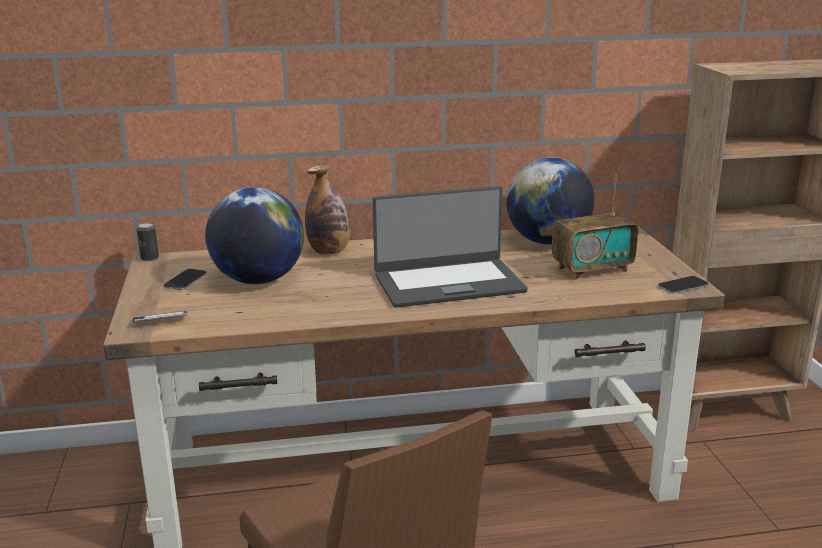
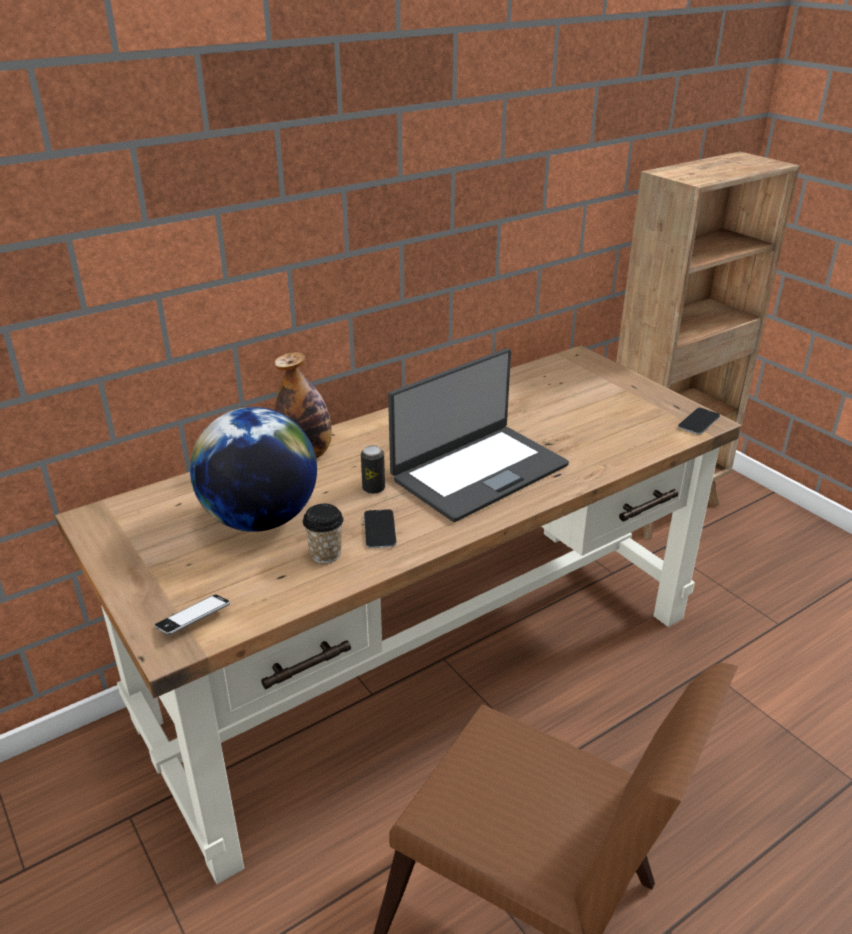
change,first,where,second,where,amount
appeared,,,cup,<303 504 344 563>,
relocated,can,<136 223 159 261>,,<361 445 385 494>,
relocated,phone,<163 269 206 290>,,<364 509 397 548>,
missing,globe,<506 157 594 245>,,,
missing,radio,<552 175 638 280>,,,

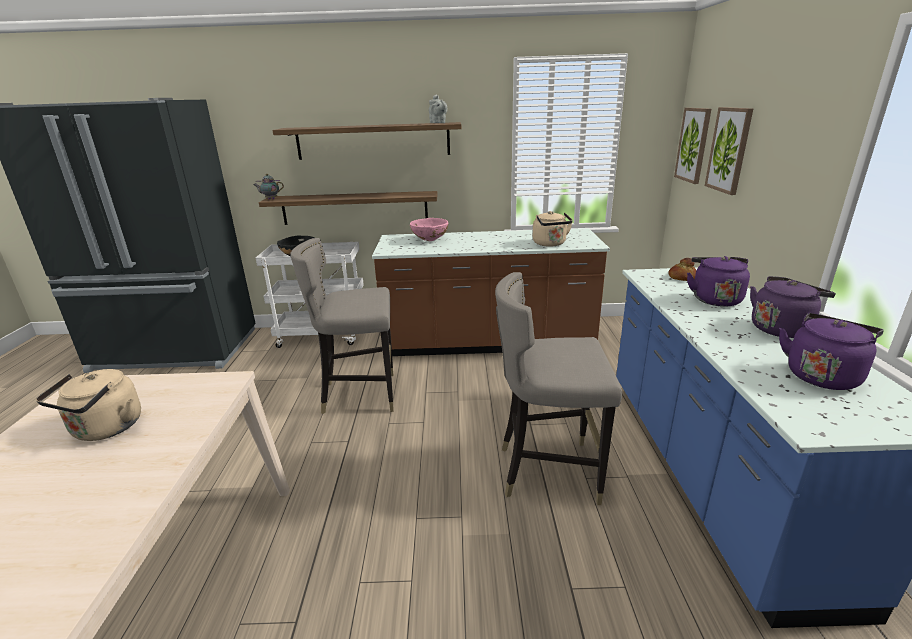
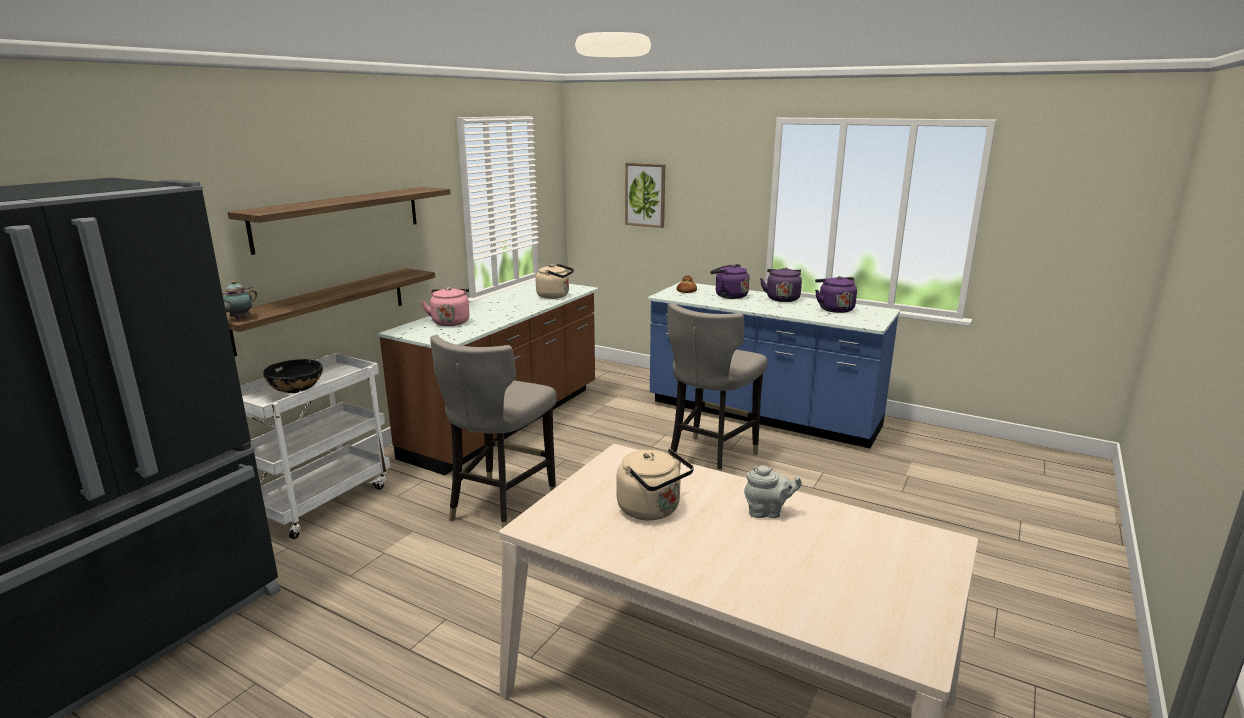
change,first,where,second,where,amount
exchanged,bowl (pink),<410 218 448 241>,kettle (pink),<421 287 470 326>,
relocated,teapot (grey),<429 95 448 123>,,<744 465 802 518>,
missing,picture,<674 108 711 184>,,,

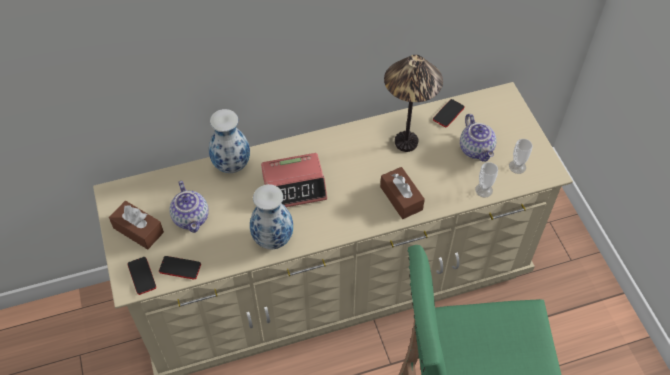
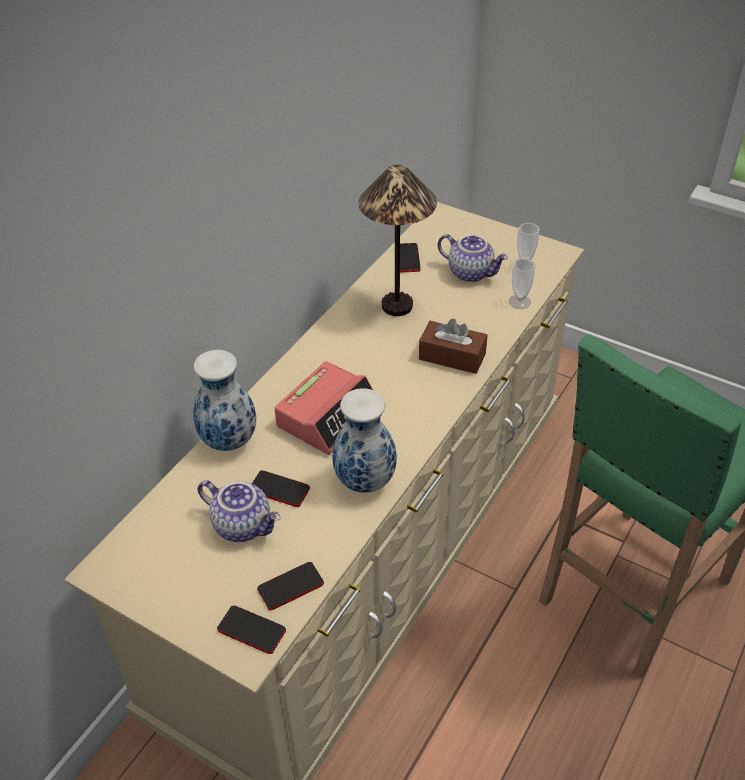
change,first,where,second,where,amount
appeared,,,phone,<252 470 310 507>,
missing,tissue box (brown),<109 201 164 250>,,,

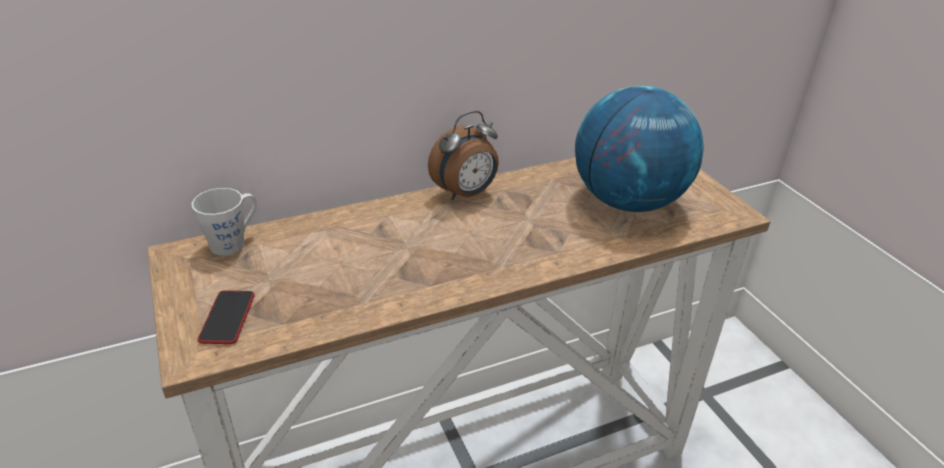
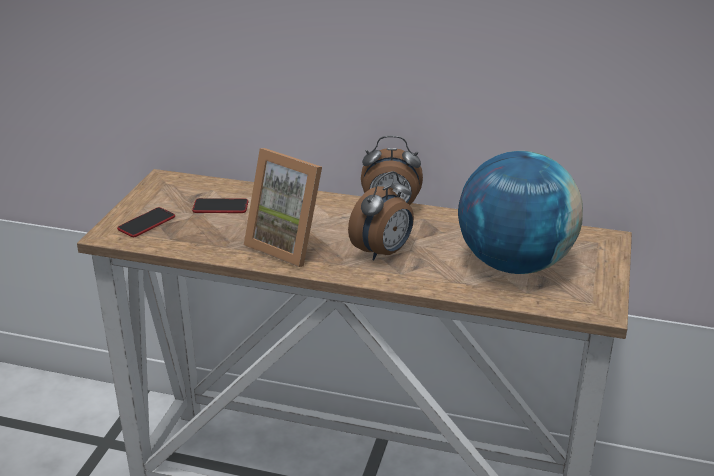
change,first,where,second,where,amount
appeared,,,phone,<192 198 248 213>,
appeared,,,picture frame,<244 148 322 267>,
appeared,,,alarm clock,<348 171 414 261>,
missing,mug (grey),<192 188 257 256>,,,

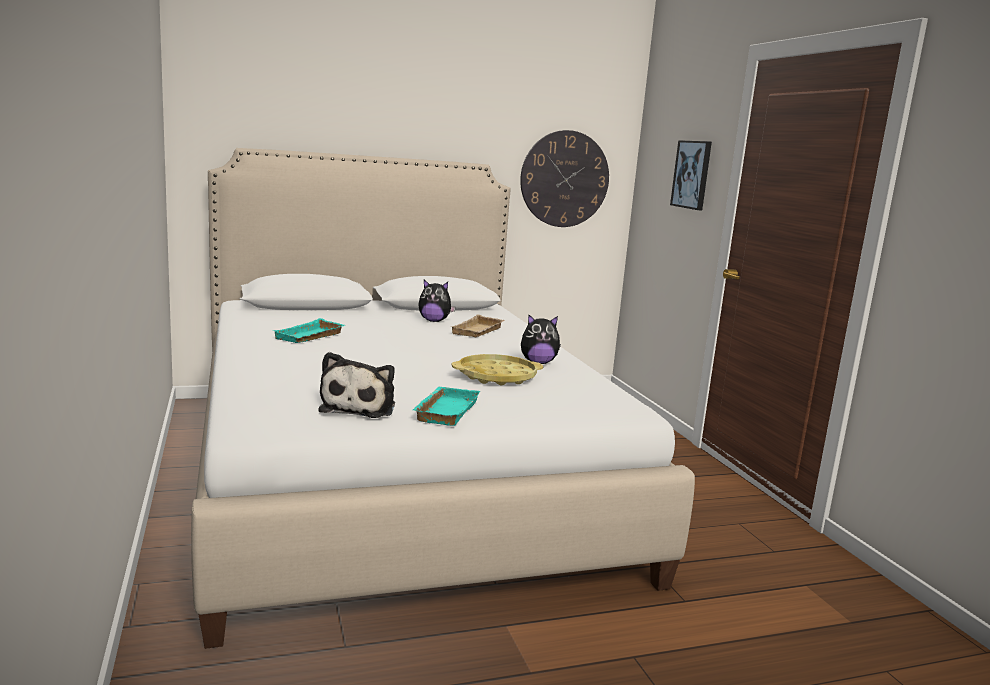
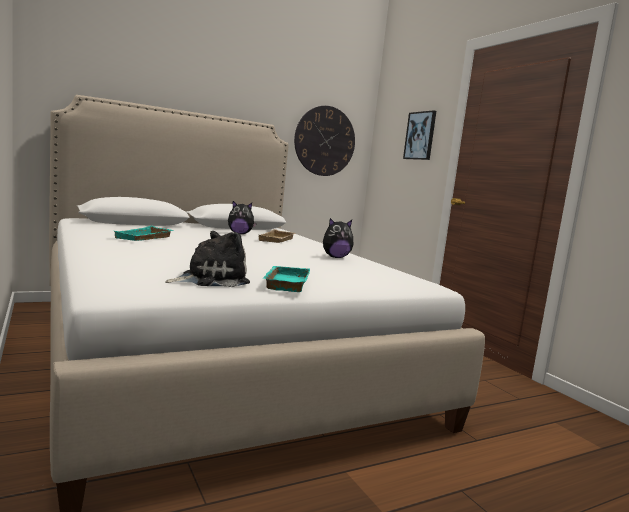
change,first,where,second,where,amount
spun,plush toy,<318 352 395 418>,,<165 231 250 287>,120 degrees counterclockwise
missing,tray (yellow),<451 354 543 385>,,,

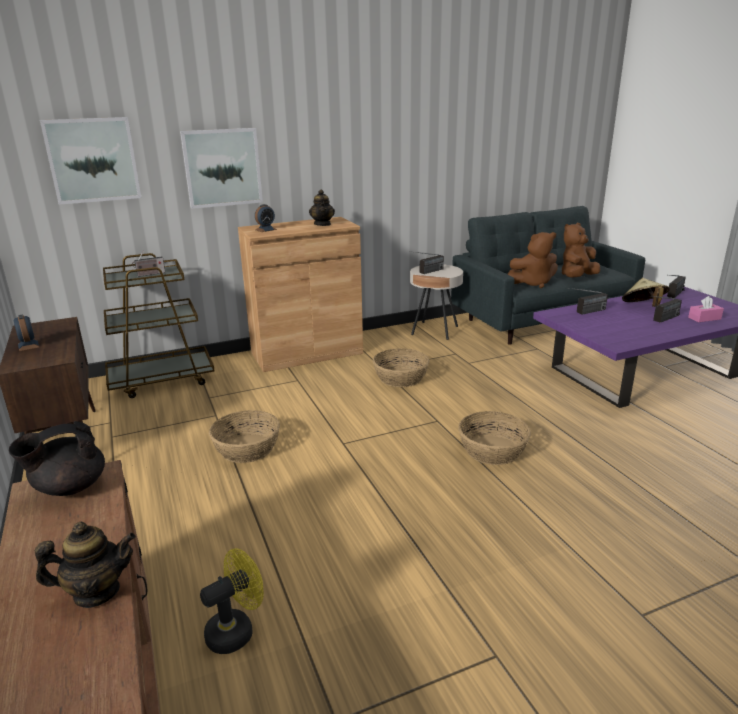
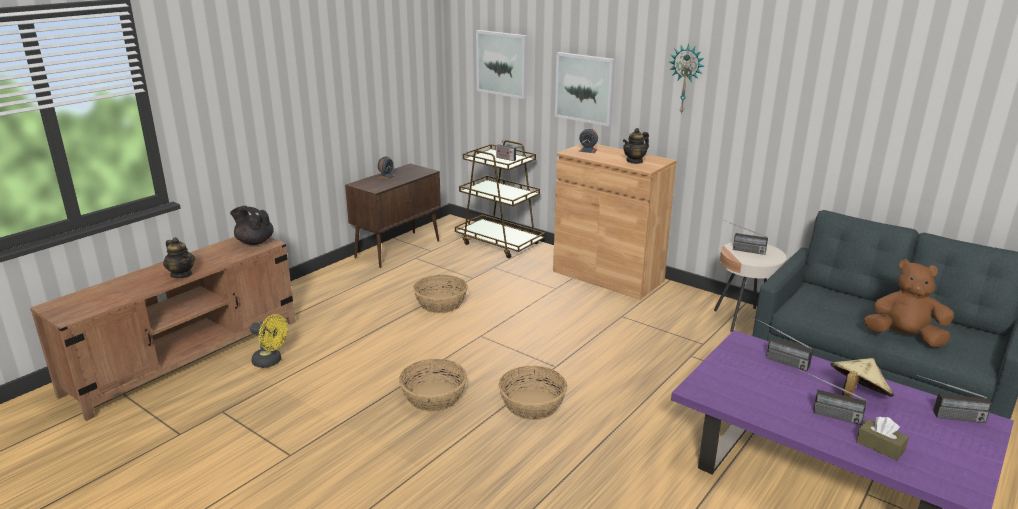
change,first,where,second,where,amount
relocated,basket,<373 348 429 387>,,<399 359 467 412>,
appeared,,,wall clock,<669 44 704 115>,
colour,tissue box (pink),<688 296 724 322>,tissue box (brown),<856 417 909 461>,
missing,plush toy (brown),<508 232 558 288>,,,

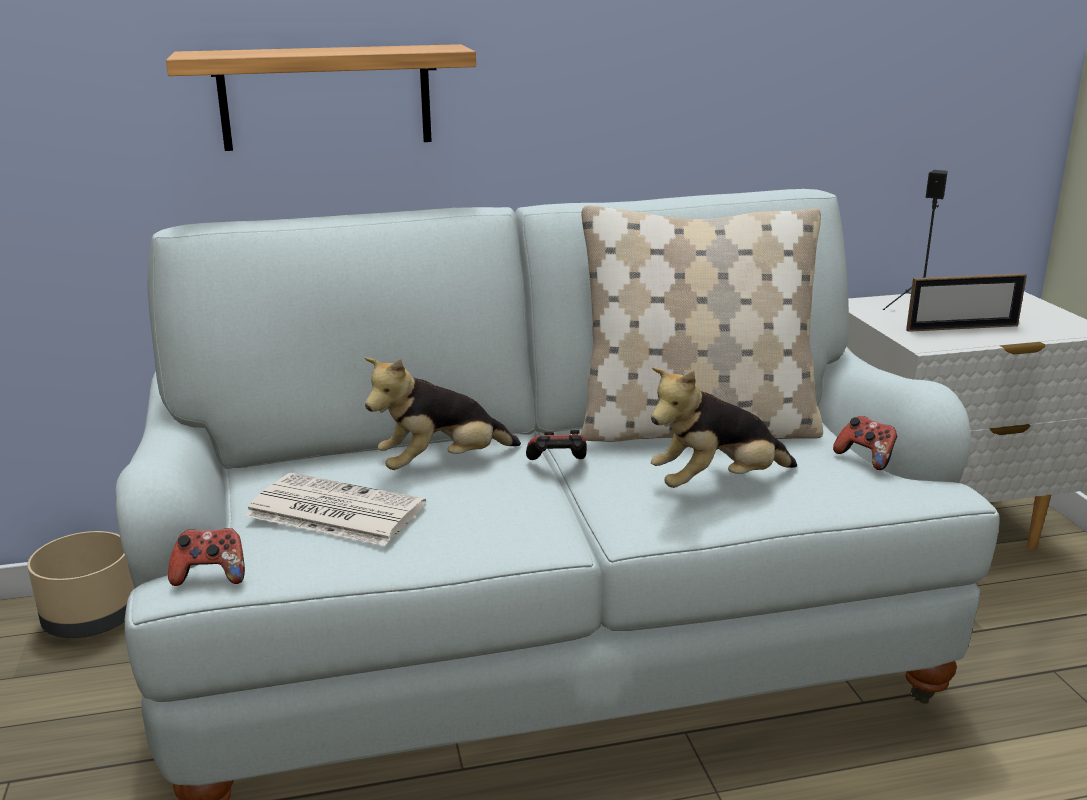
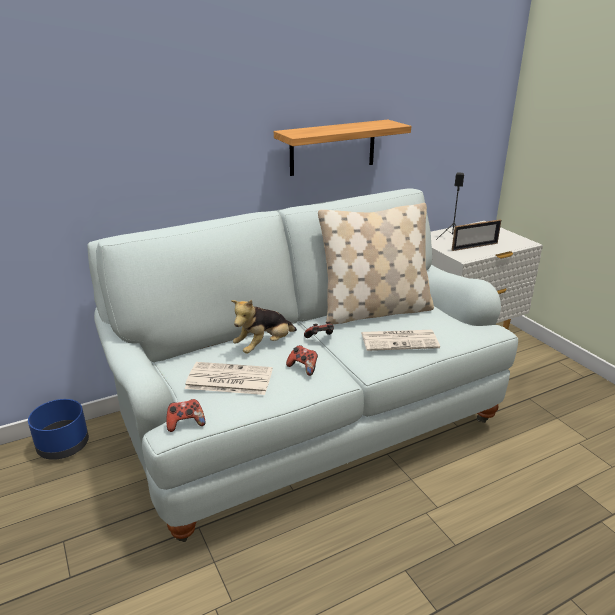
change,first,where,second,where,amount
colour,planter (beige),<27 531 134 638>,planter (blue),<28 399 89 460>,
relocated,shelf,<166 44 476 151>,,<274 120 411 176>,
relocated,game controller,<833 416 897 470>,,<286 345 318 376>,
exchanged,plush toy,<651 367 797 488>,newspaper,<361 330 440 351>,

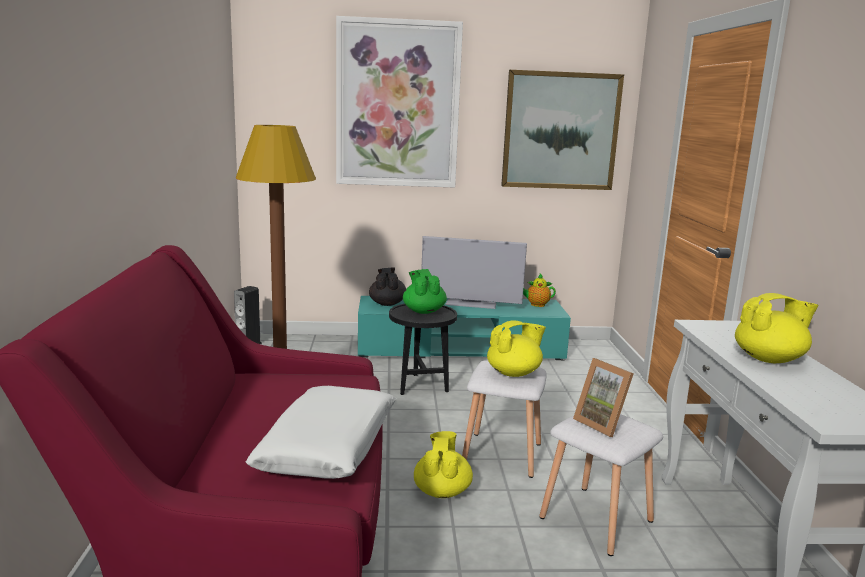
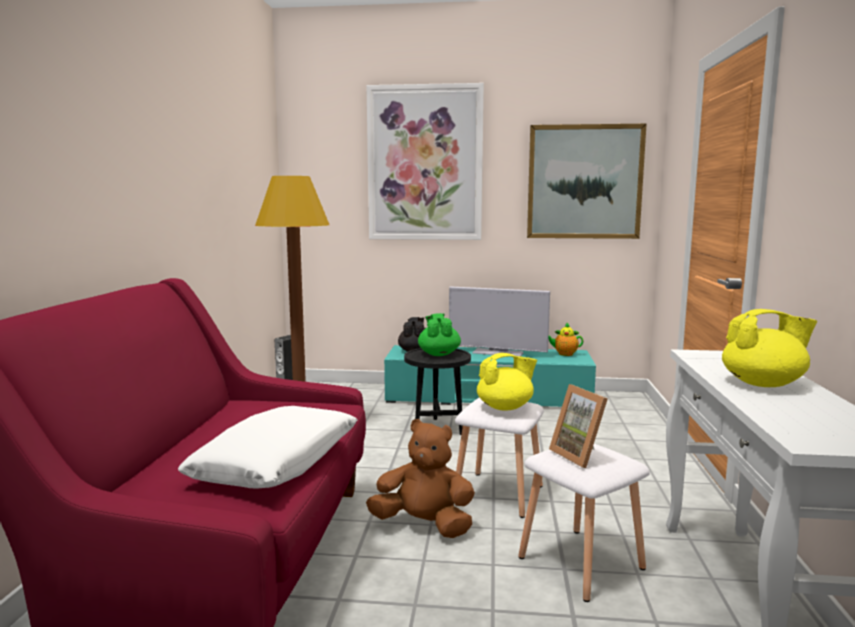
change,first,where,second,where,amount
exchanged,teapot (yellow),<414 431 473 498>,plush toy (brown),<366 419 475 538>,

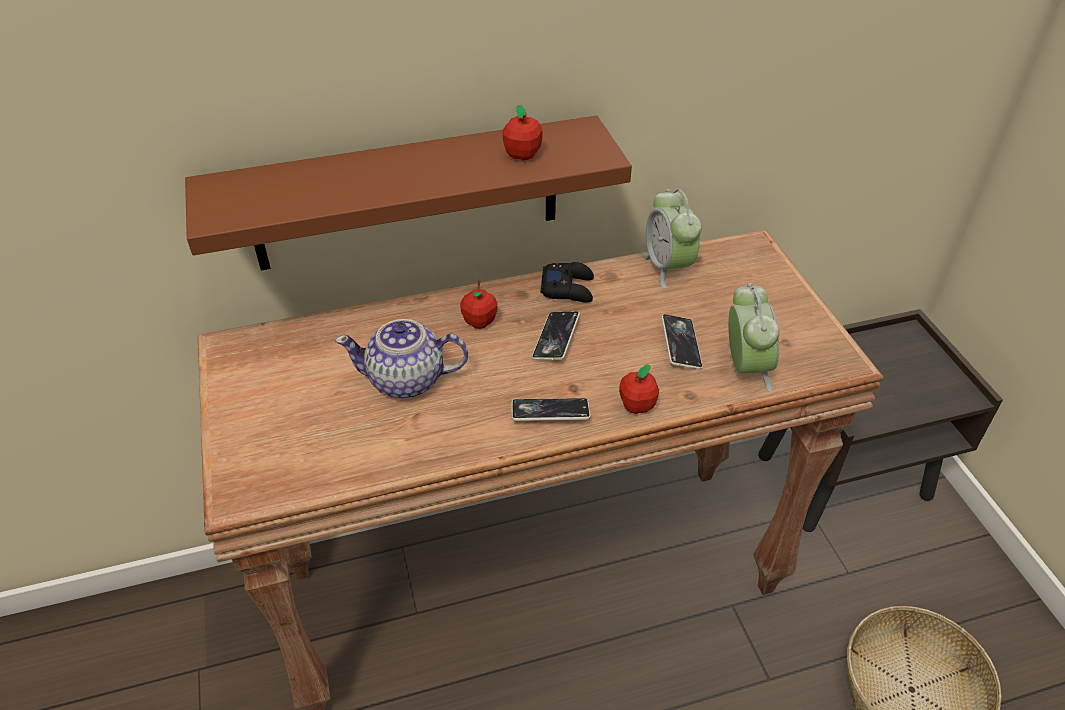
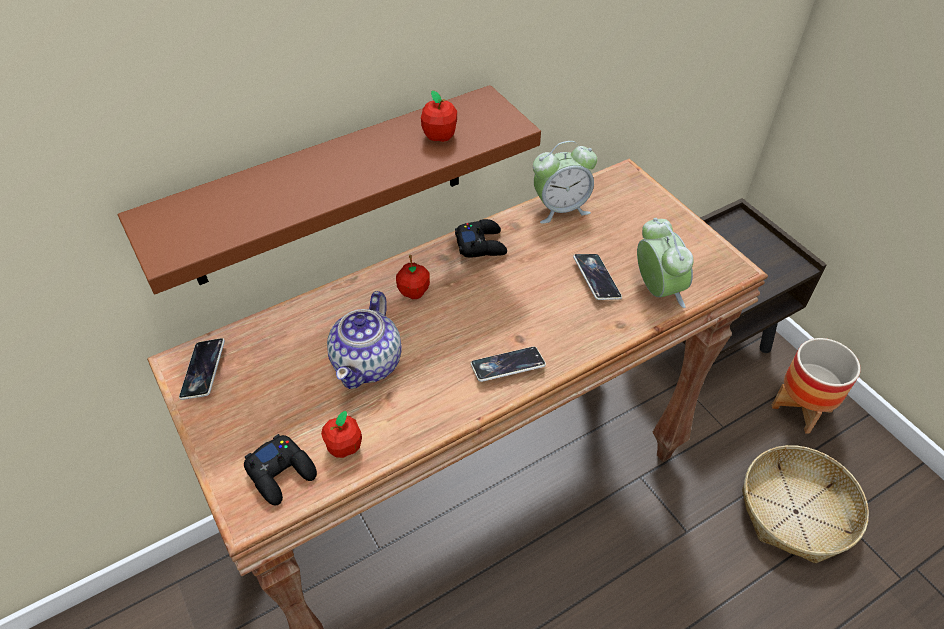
change,first,where,second,where,amount
relocated,phone,<532 312 580 360>,,<179 338 225 400>,
appeared,,,game controller (black),<244 434 317 505>,
relocated,apple,<619 365 659 414>,,<321 411 362 458>,
spun,teapot,<335 319 468 399>,,<327 291 402 389>,60 degrees counterclockwise
spun,alarm clock,<642 189 702 289>,,<533 141 597 224>,75 degrees counterclockwise
appeared,,,planter,<772 338 860 434>,

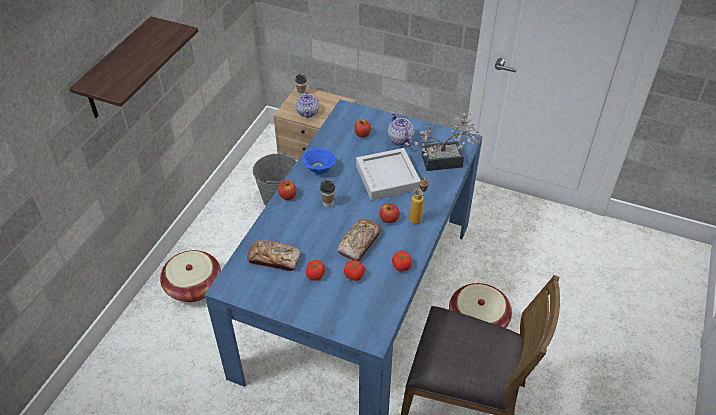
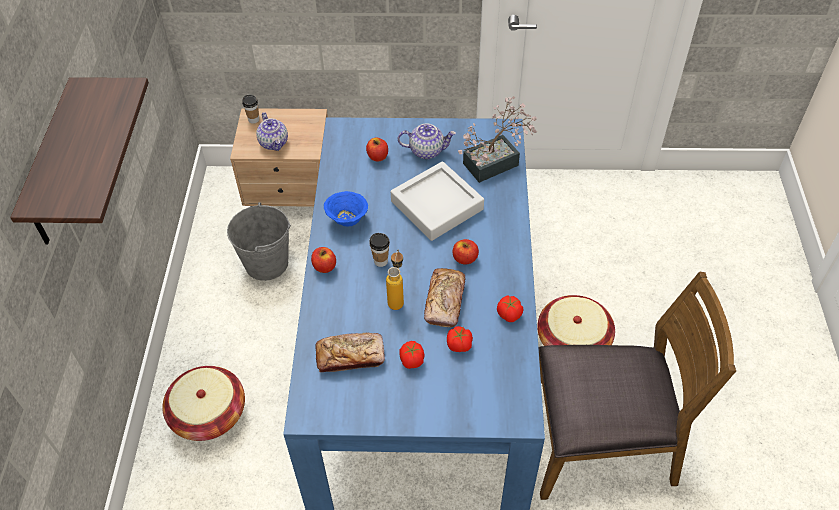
change,first,where,second,where,amount
relocated,bottle,<410 178 428 224>,,<386 250 404 310>,
spun,teapot,<388 112 414 147>,,<397 123 456 159>,135 degrees clockwise

